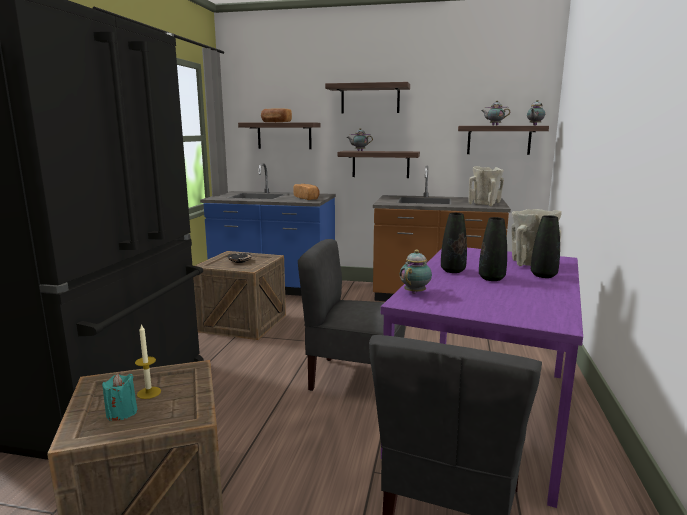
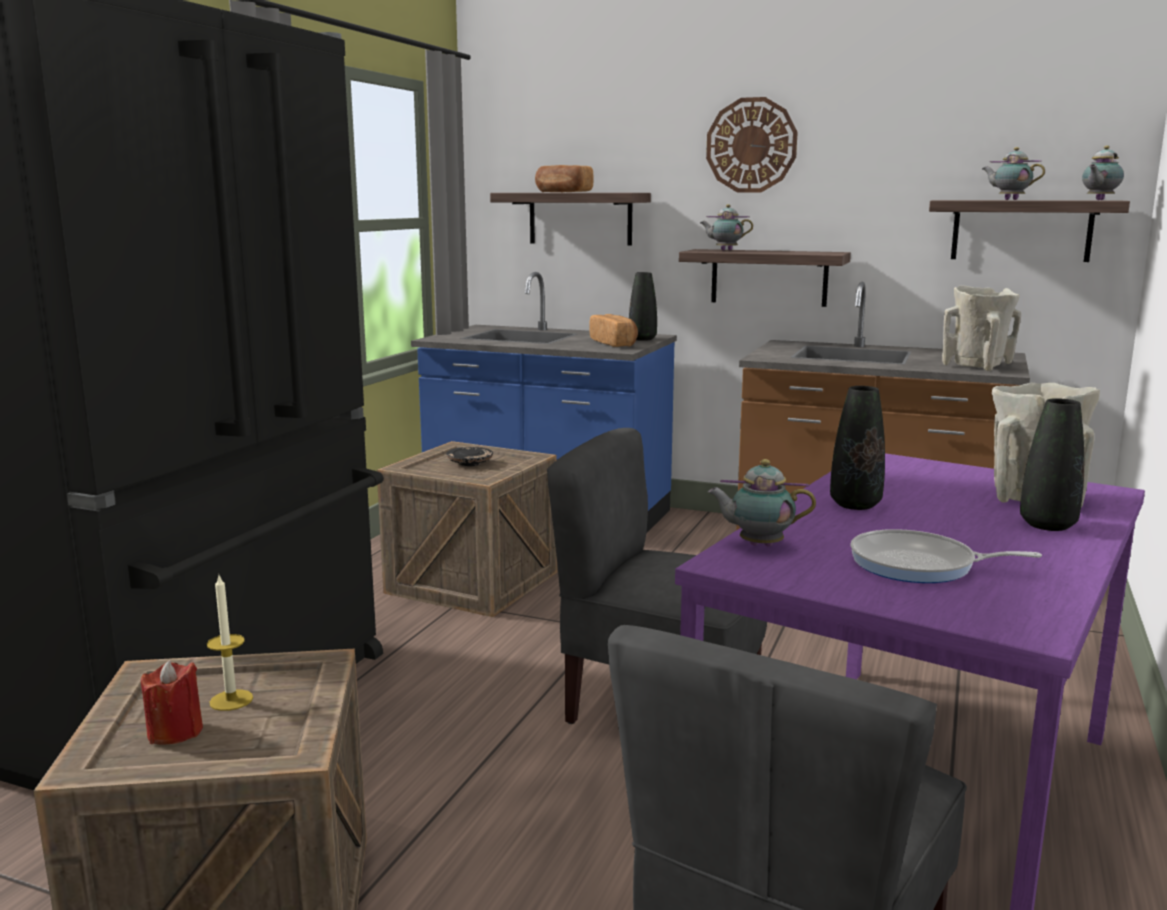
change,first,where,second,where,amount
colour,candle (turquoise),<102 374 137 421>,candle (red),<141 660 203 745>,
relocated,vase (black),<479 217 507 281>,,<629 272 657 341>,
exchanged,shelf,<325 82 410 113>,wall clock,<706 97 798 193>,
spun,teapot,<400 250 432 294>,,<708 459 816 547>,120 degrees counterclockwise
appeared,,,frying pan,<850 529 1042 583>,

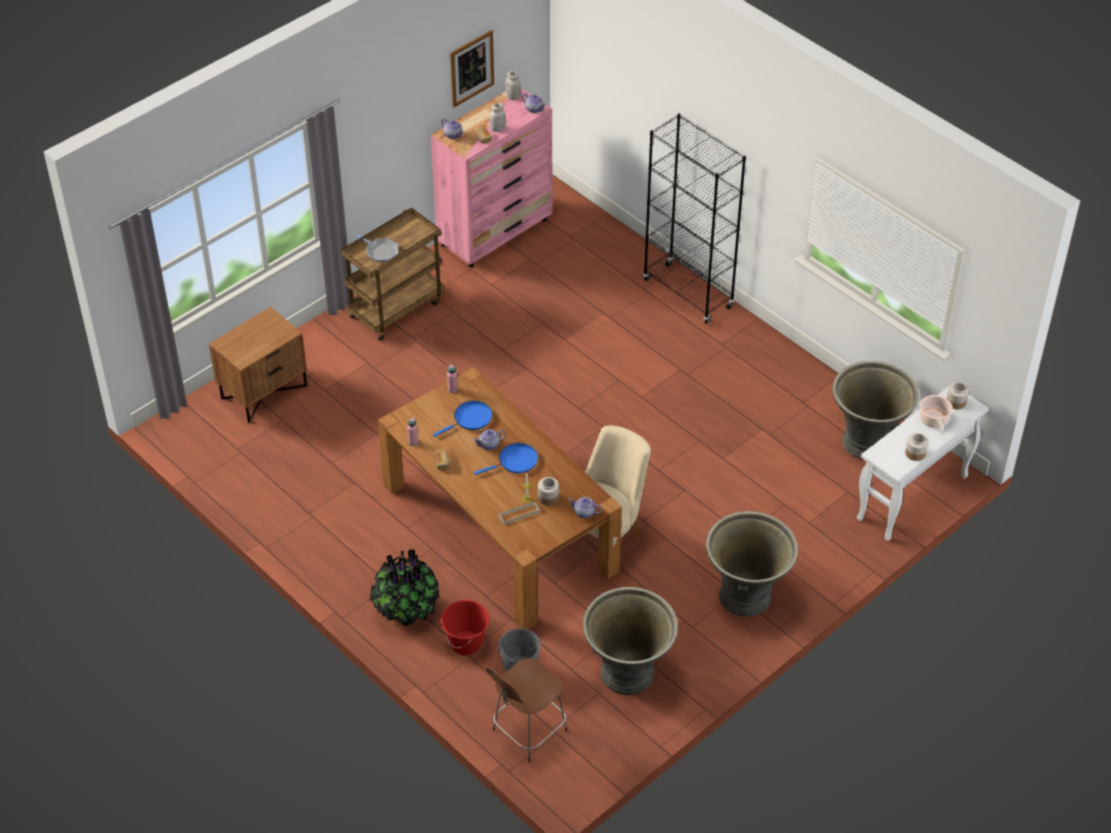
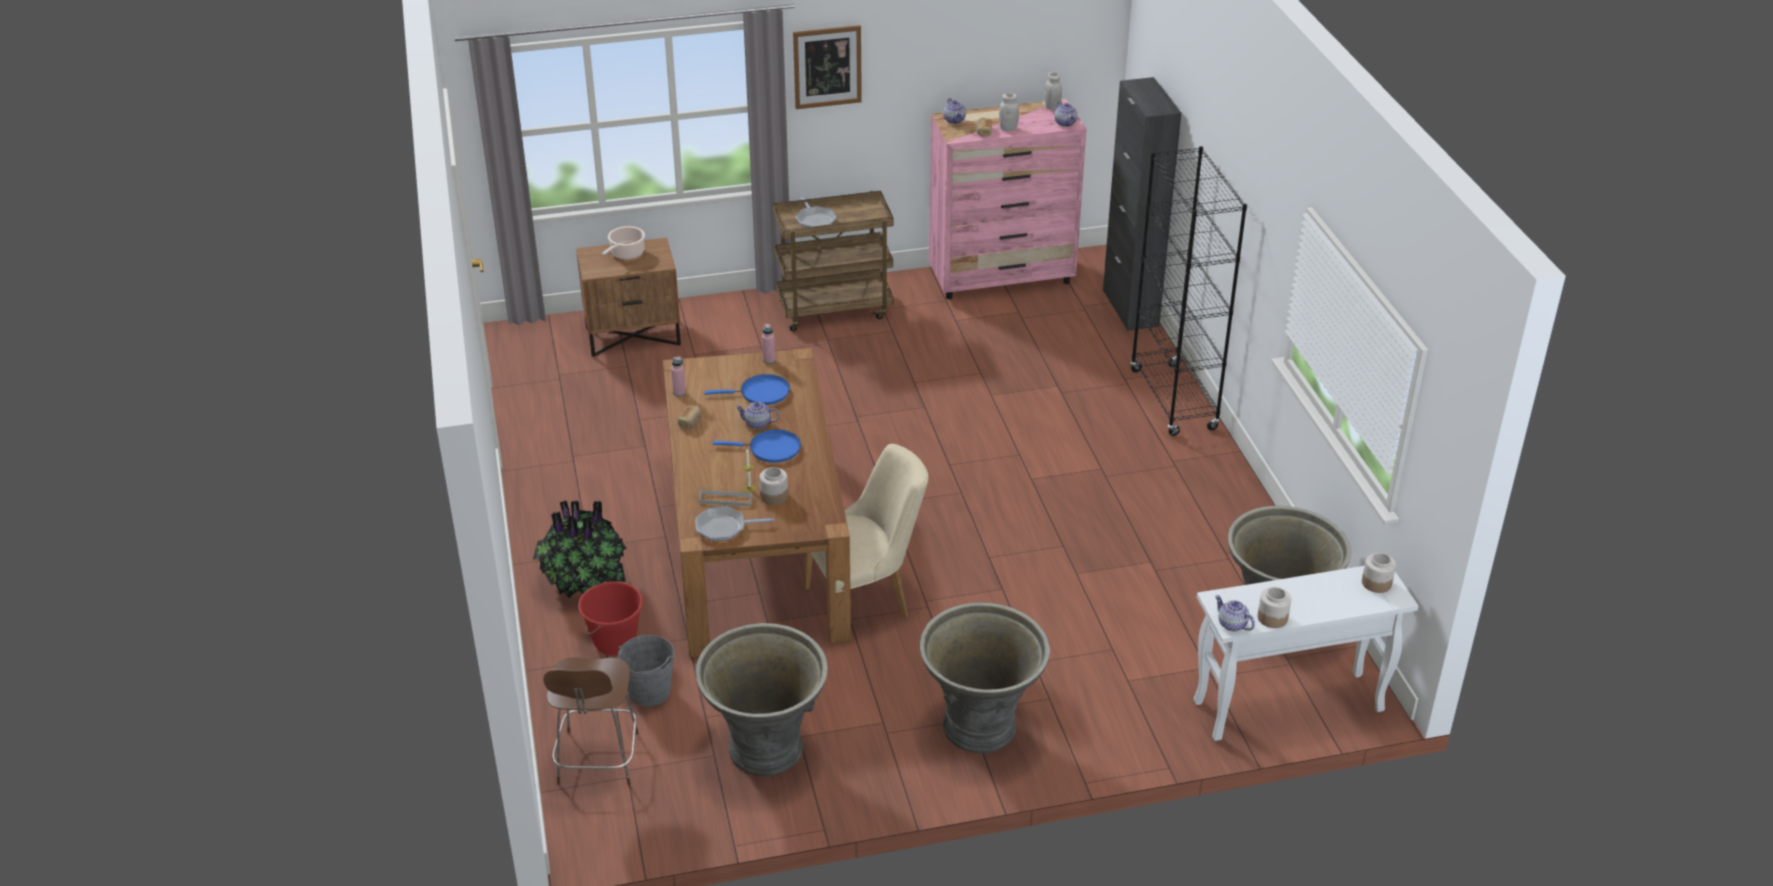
change,first,where,second,where,amount
spun,chair (brown),<486 658 567 762>,,<543 657 639 785>,75 degrees counterclockwise
relocated,cooking pot,<919 395 953 434>,,<602 226 645 259>,
appeared,,,frying pan,<696 507 774 541>,
relocated,picture,<450 30 494 107>,,<793 25 862 109>,
appeared,,,cabinet (black),<1103 77 1181 331>,
relocated,teapot,<568 497 602 518>,,<1215 595 1255 631>,

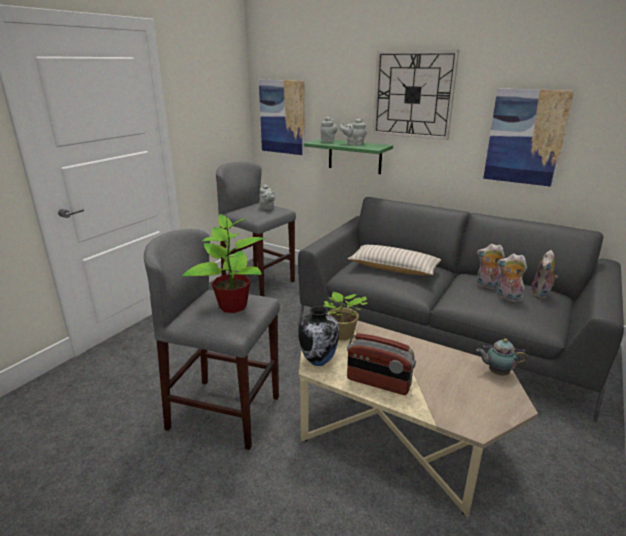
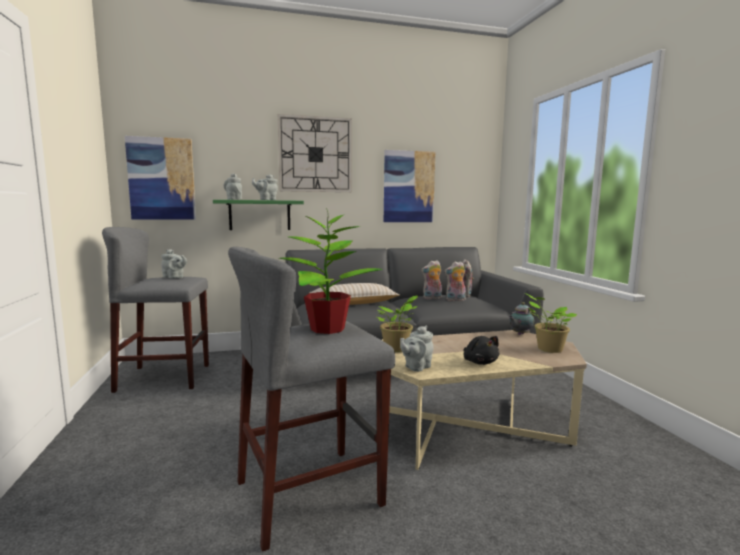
change,first,where,second,where,amount
exchanged,vase,<298 306 339 366>,teapot (grey),<400 326 433 372>,
exchanged,radio,<347 333 416 395>,plush toy (black),<463 336 499 365>,
appeared,,,potted plant,<525 293 577 353>,

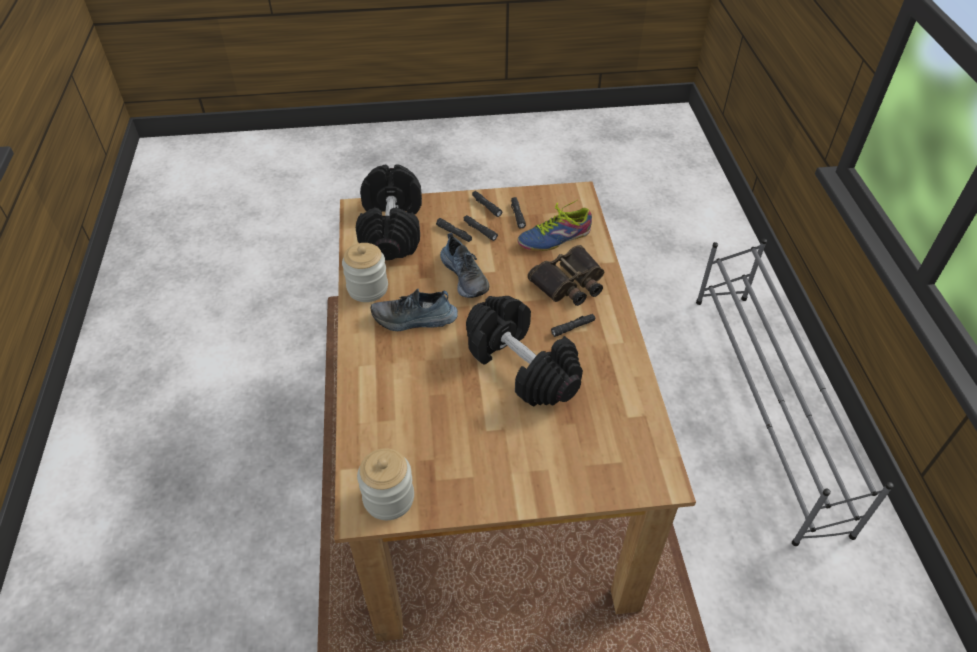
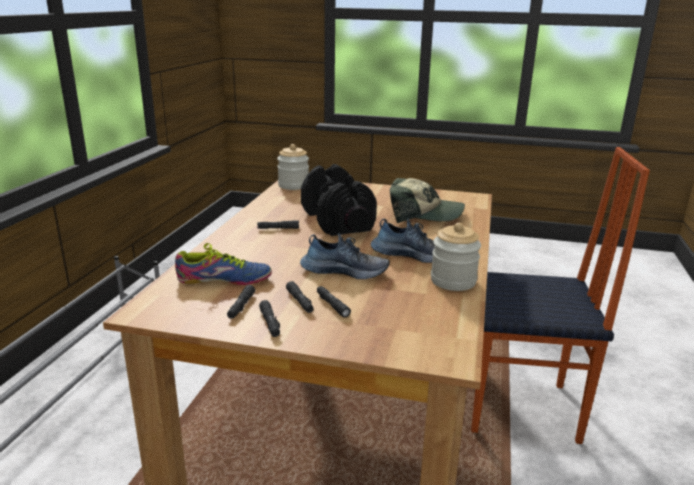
change,first,where,second,where,amount
relocated,jar,<357 448 414 520>,,<277 144 309 190>,
spun,shoe,<440 233 489 298>,,<300 233 390 279>,105 degrees clockwise
appeared,,,cap,<390 178 465 223>,
appeared,,,chair,<471 147 650 444>,
missing,dumbbell (black),<356 164 422 260>,,,
missing,binoculars,<527 245 604 306>,,,

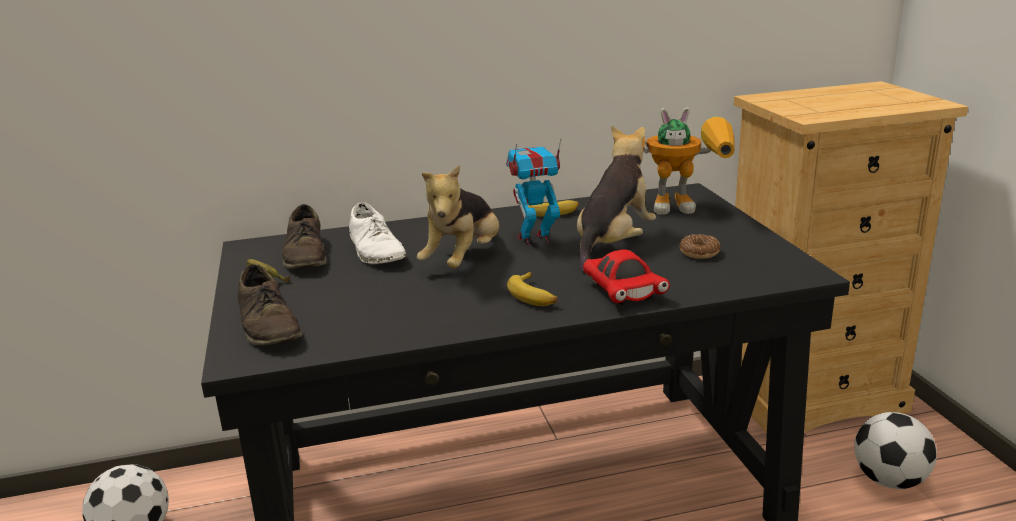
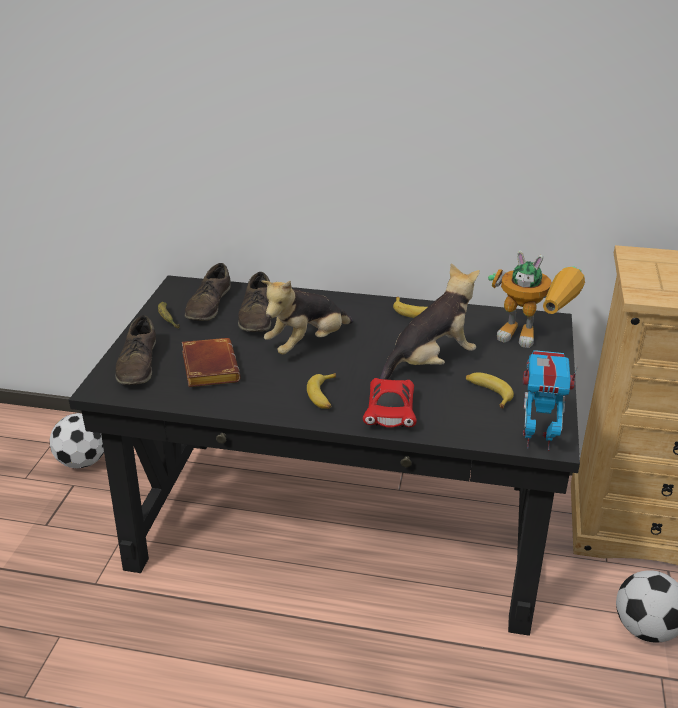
change,first,where,second,where,amount
appeared,,,book (brown),<182 338 241 387>,
colour,shoe (white),<349 202 407 264>,shoe (brown),<238 272 271 332>,
exchanged,donut,<679 234 721 259>,banana,<466 372 514 408>,
relocated,toy robot,<506 139 561 246>,,<523 350 578 451>,

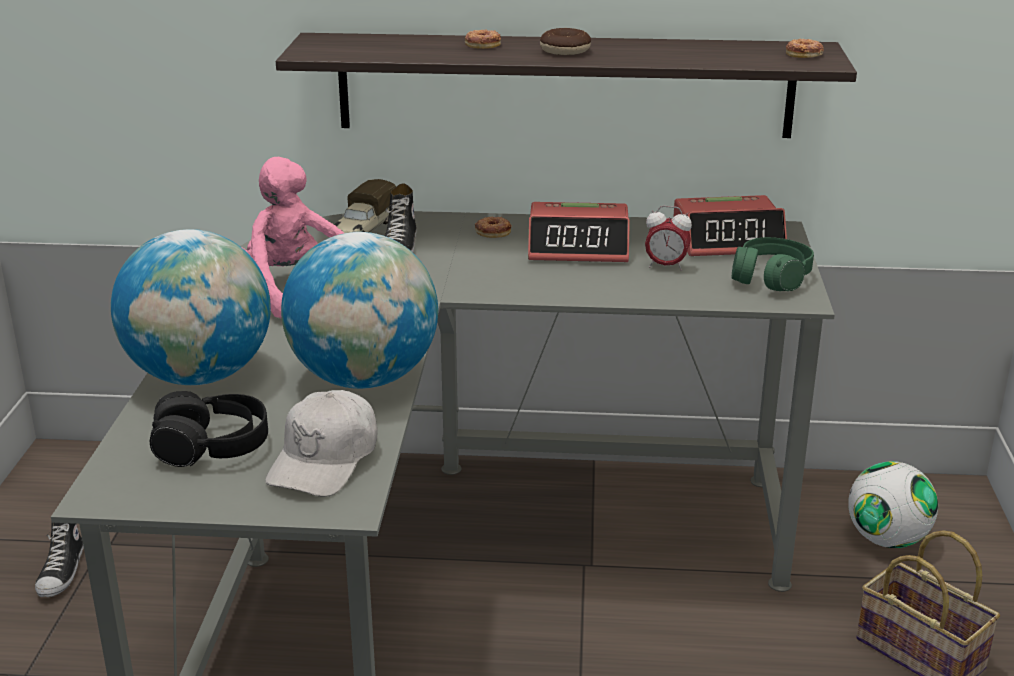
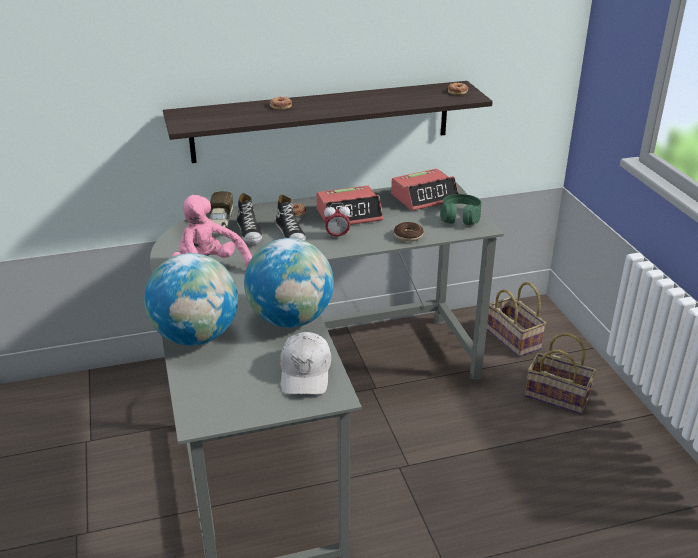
change,first,where,second,where,amount
relocated,shoe,<35 523 84 597>,,<276 195 306 241>,
relocated,alarm clock,<645 206 692 271>,,<324 203 350 239>,
relocated,donut,<540 28 591 55>,,<394 222 424 242>,
exchanged,football,<848 461 938 548>,basket,<487 282 546 357>,
missing,headphones (black),<150 391 268 467>,,,

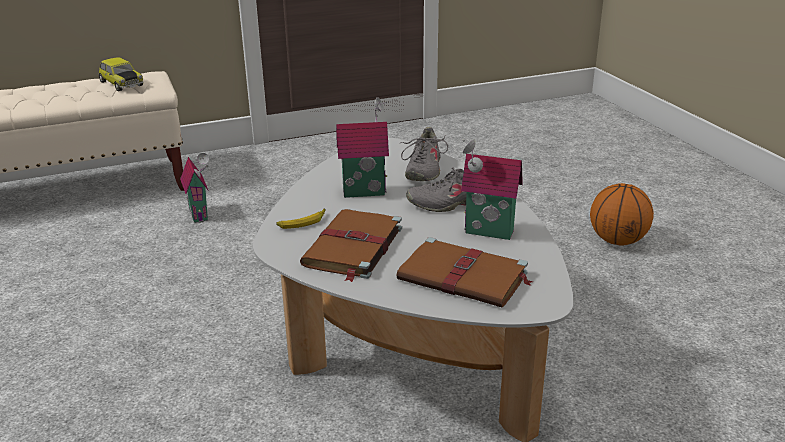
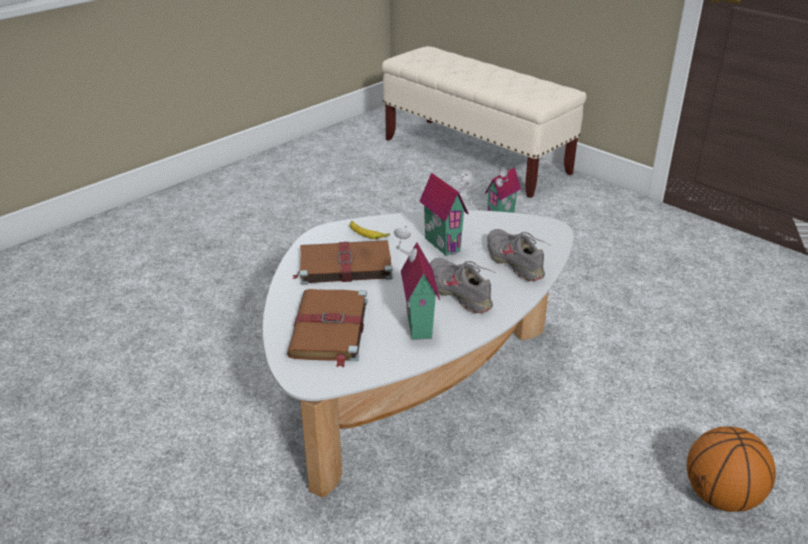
change,first,where,second,where,amount
spun,shoe (grey),<401 127 448 181>,,<487 229 549 281>,75 degrees clockwise
missing,toy car,<98 57 143 91>,,,

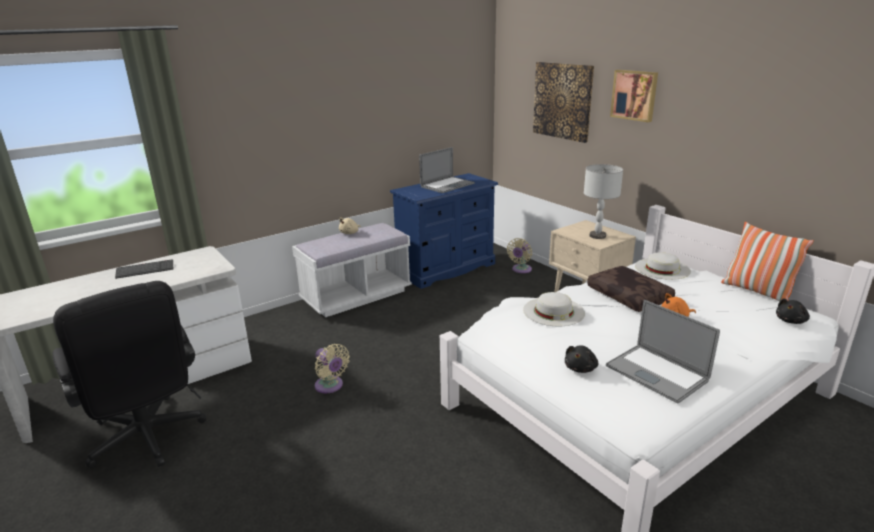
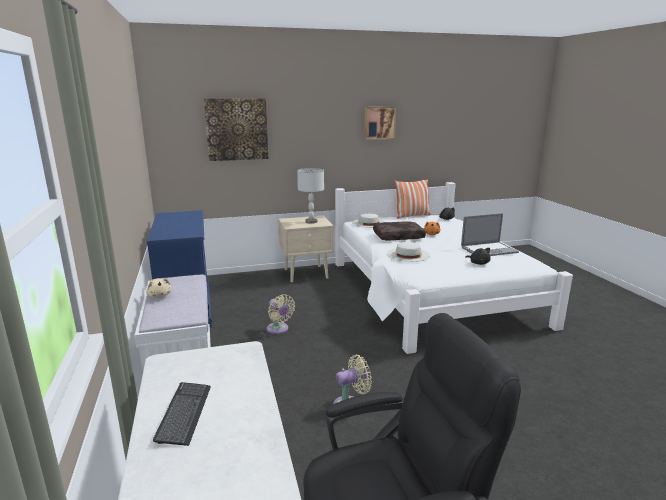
change,first,where,second,where,amount
relocated,fan (beige),<507 238 532 273>,,<267 294 295 334>,
relocated,picture,<610 70 658 122>,,<364 107 396 140>,
missing,laptop,<419 147 475 193>,,,

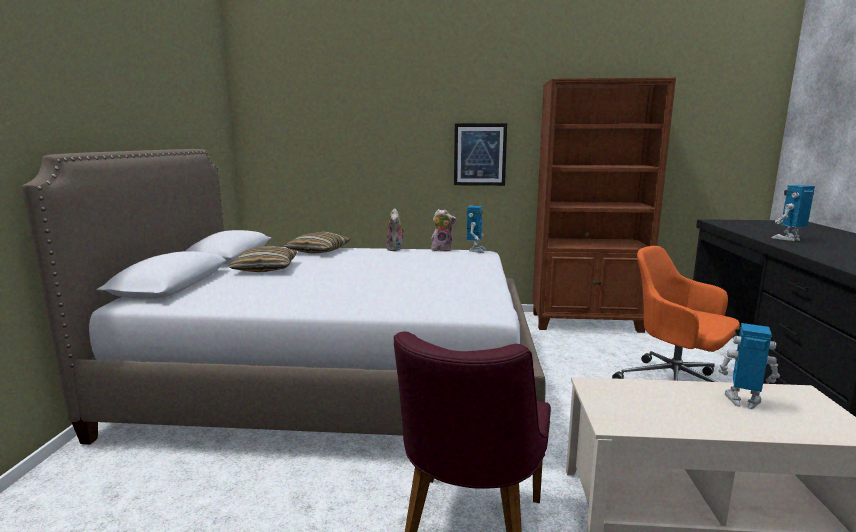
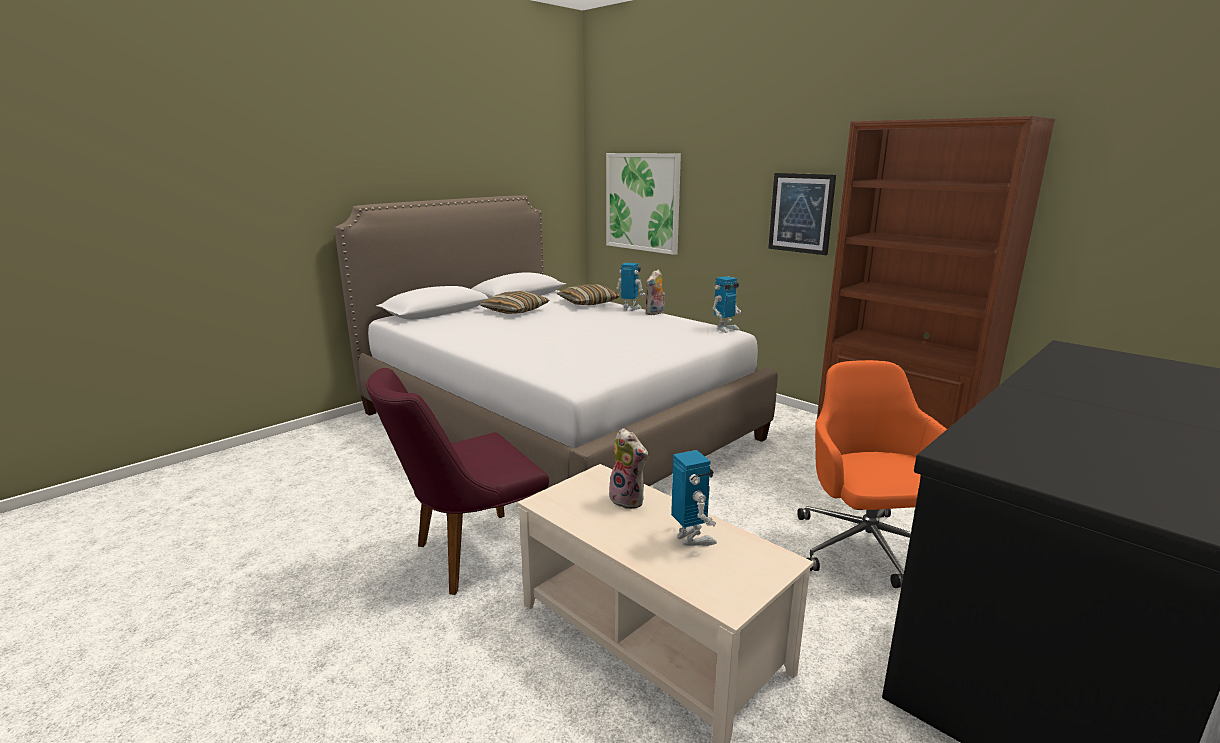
change,first,where,second,where,amount
appeared,,,picture,<606 153 681 255>,
relocated,plush toy,<431 209 456 252>,,<609 428 648 509>,
relocated,toy robot,<772 185 815 241>,,<616 263 645 311>,

